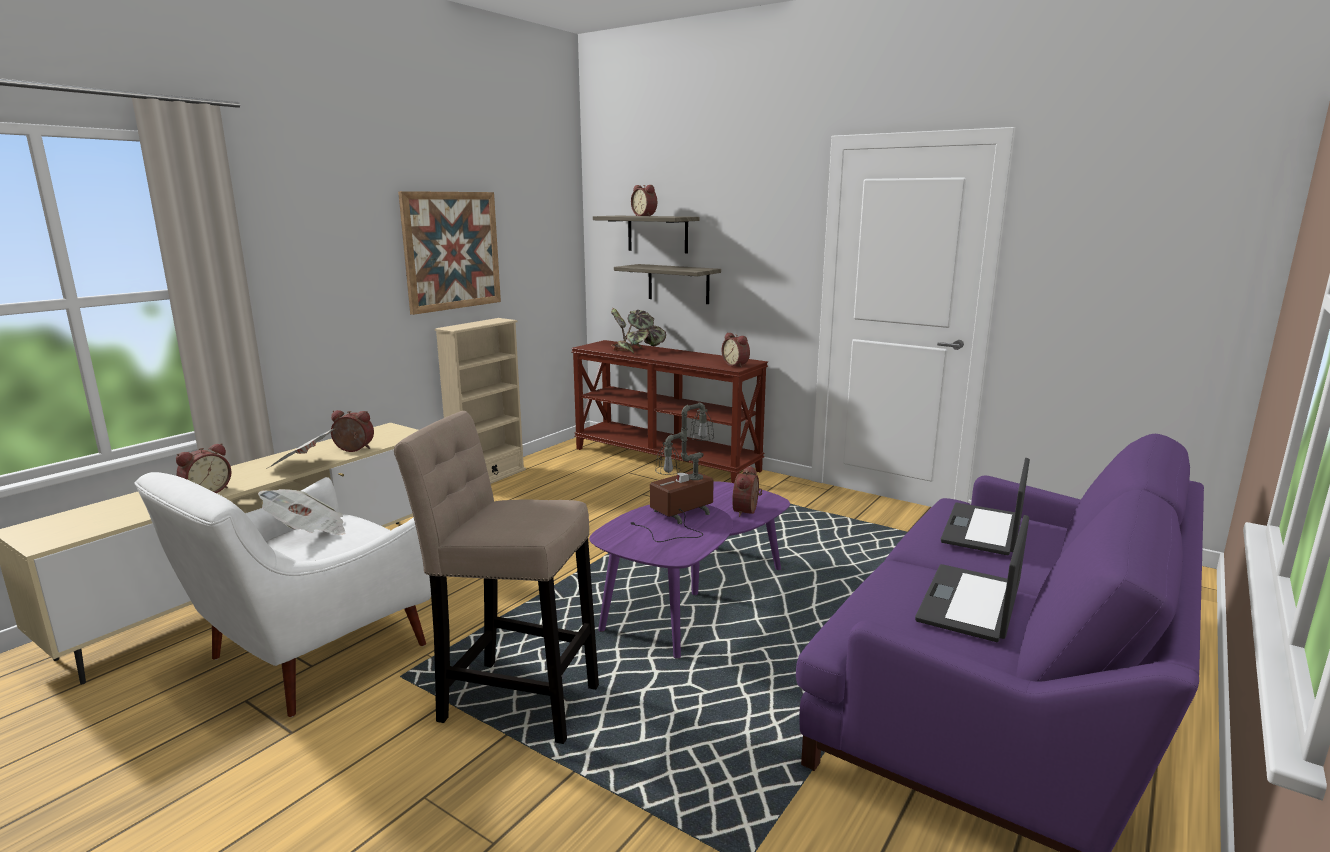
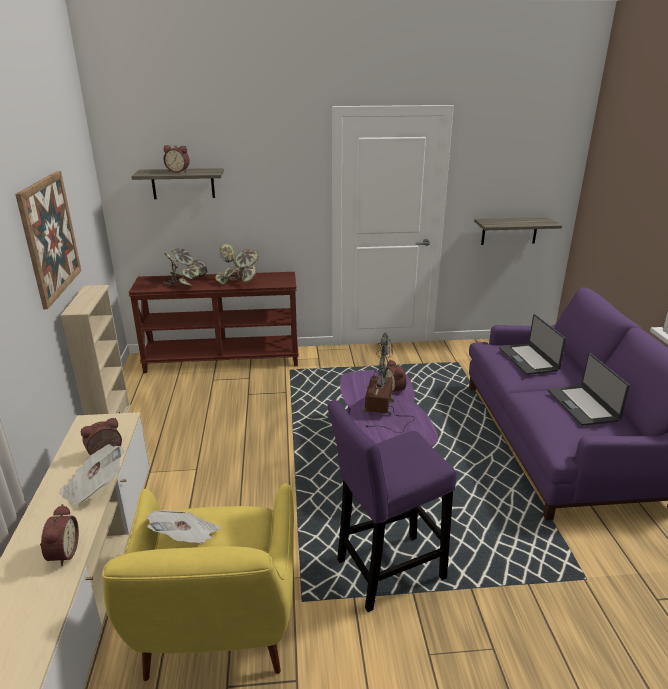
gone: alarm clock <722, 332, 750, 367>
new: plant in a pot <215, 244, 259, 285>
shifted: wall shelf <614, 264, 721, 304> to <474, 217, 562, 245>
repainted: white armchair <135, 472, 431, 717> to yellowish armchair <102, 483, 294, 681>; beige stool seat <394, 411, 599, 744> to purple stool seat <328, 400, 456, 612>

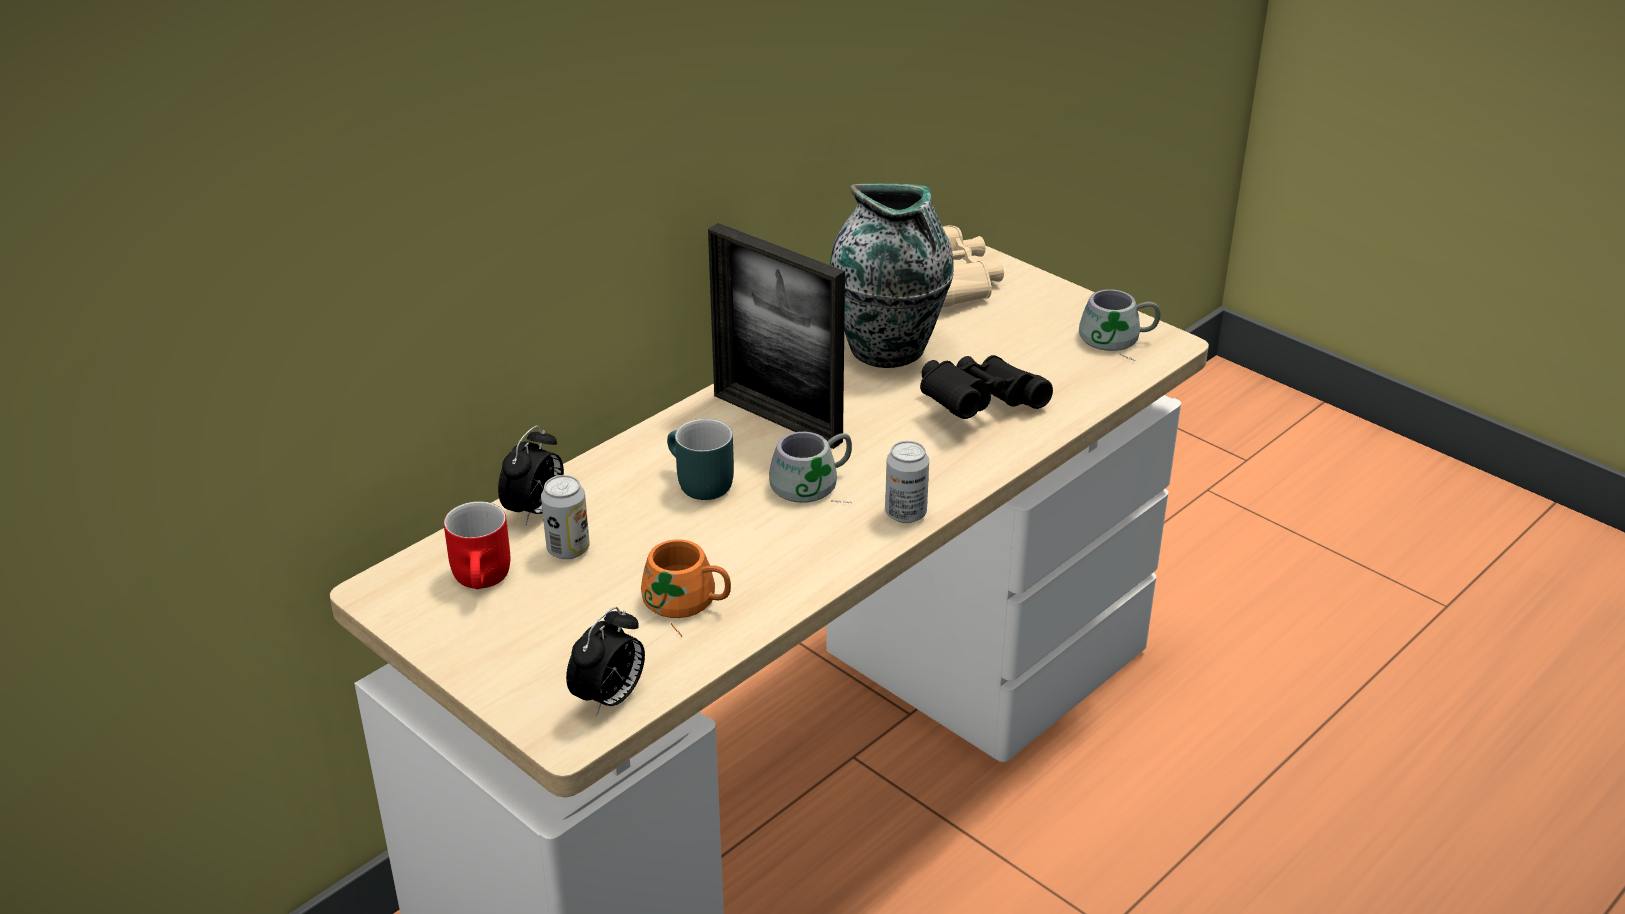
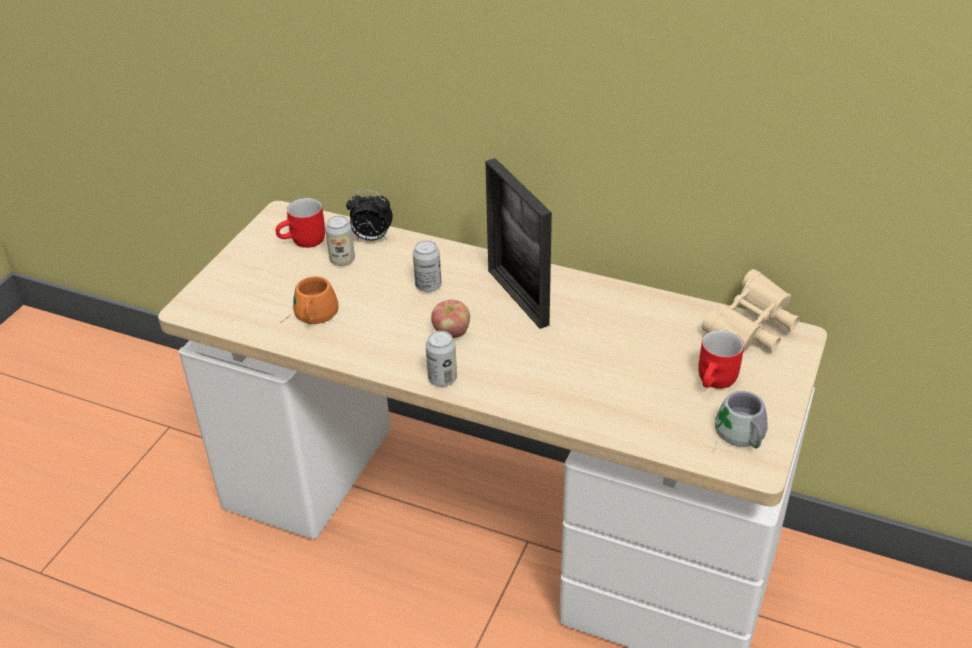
gone: alarm clock <566, 607, 645, 716>; vase <829, 184, 954, 368>; blackish binoculars <920, 355, 1053, 419>
new: red tea mug <698, 330, 744, 389>
swapped: turquoise-coloured tea mug <667, 419, 734, 500> to can <413, 240, 441, 292>; grey tea mug <769, 432, 852, 503> to apple <431, 300, 470, 338>
rotated: photo frame <708, 223, 845, 449> = <486, 158, 552, 329> 45 degrees counterclockwise

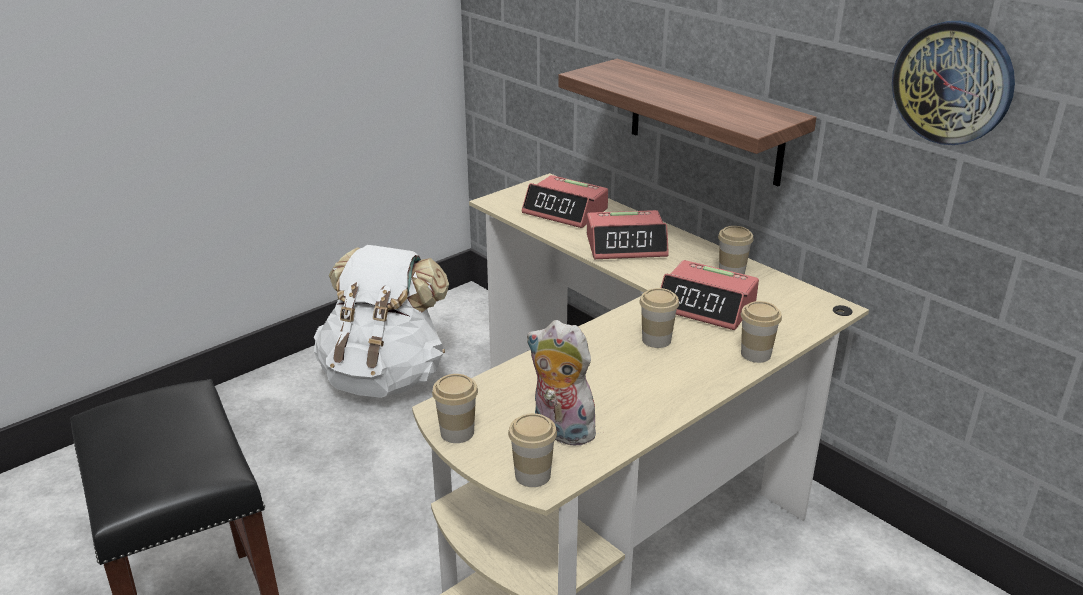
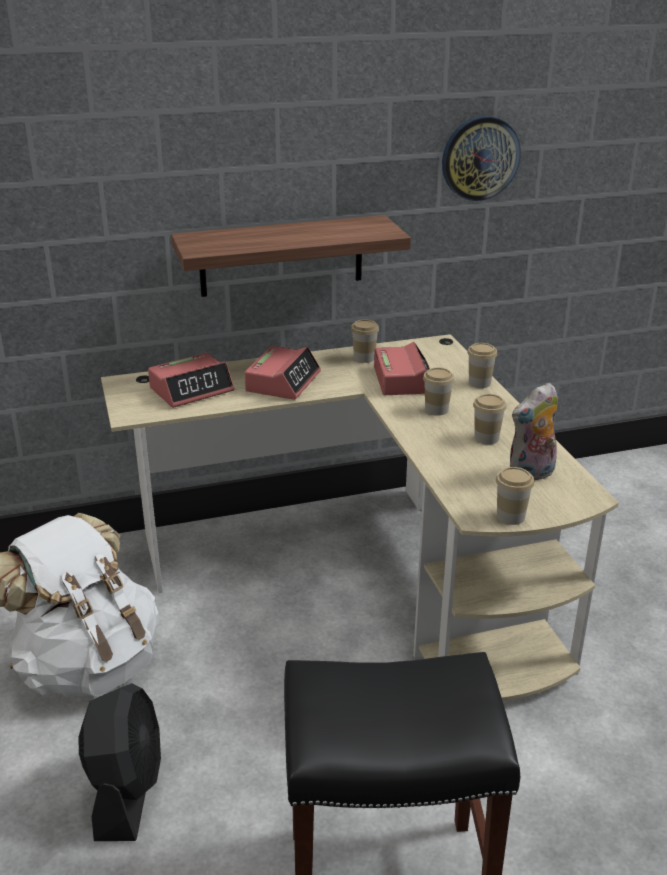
new: blackish cooling fan <78, 683, 161, 841>
shifted: small cup <508, 413, 557, 487> to <473, 394, 507, 444>
rotated: alarm clock <661, 260, 759, 330> = <374, 342, 430, 395> 60 degrees counterclockwise

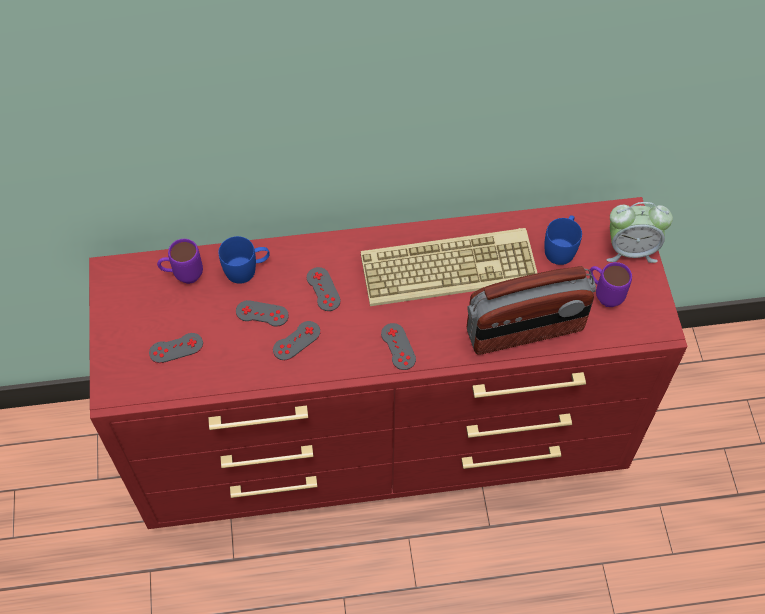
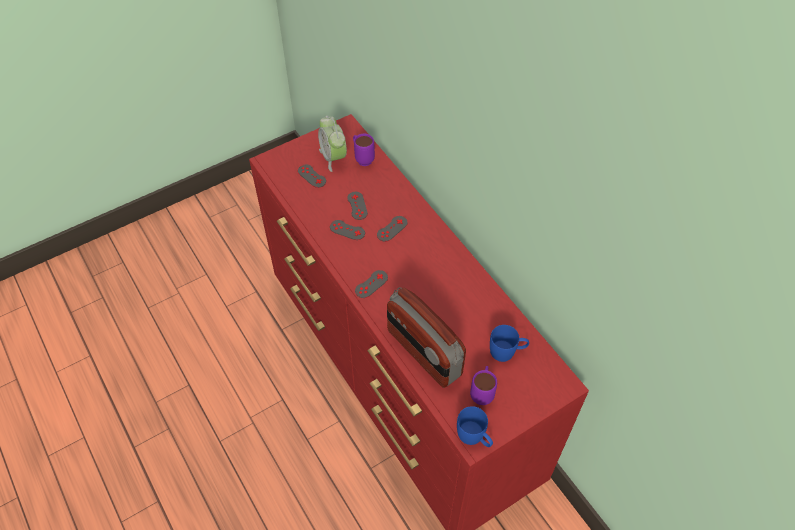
gone: computer keyboard <361, 228, 537, 306>
shifted: alarm clock <607, 202, 673, 263> to <318, 116, 347, 172>; blue tea mug <219, 236, 270, 284> to <457, 406, 493, 447>

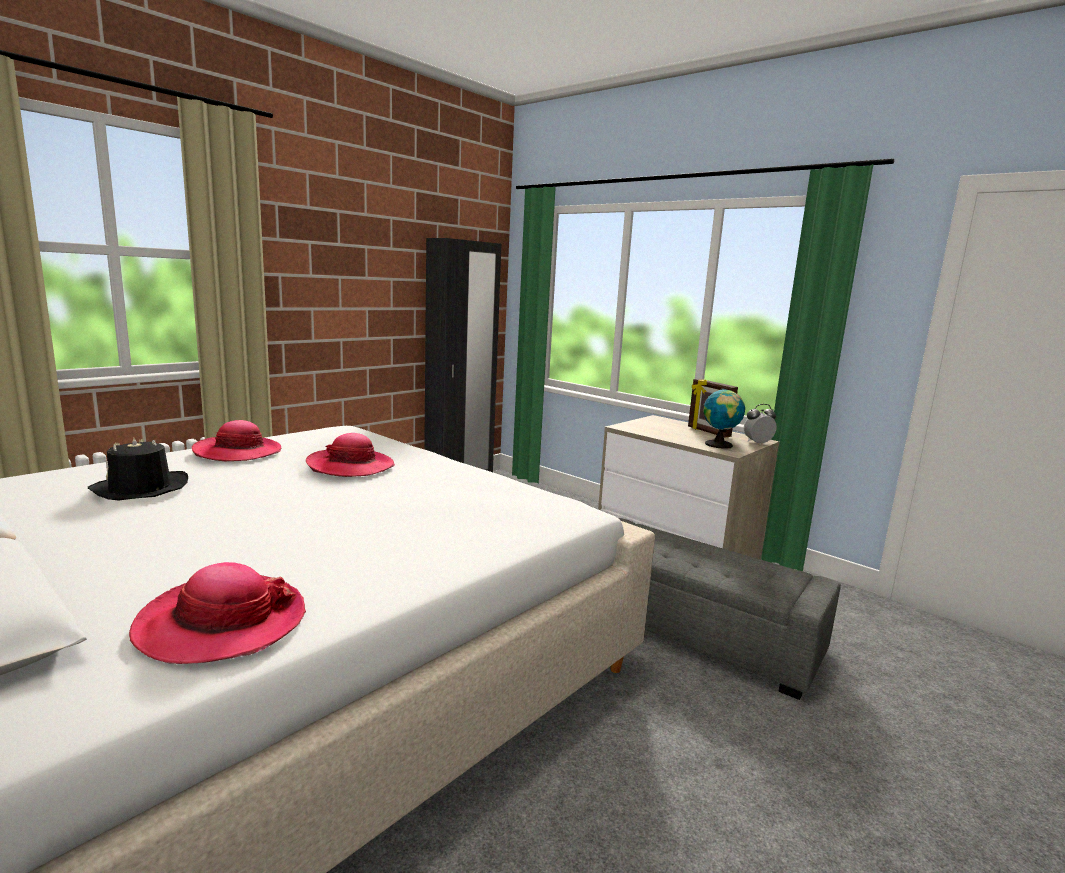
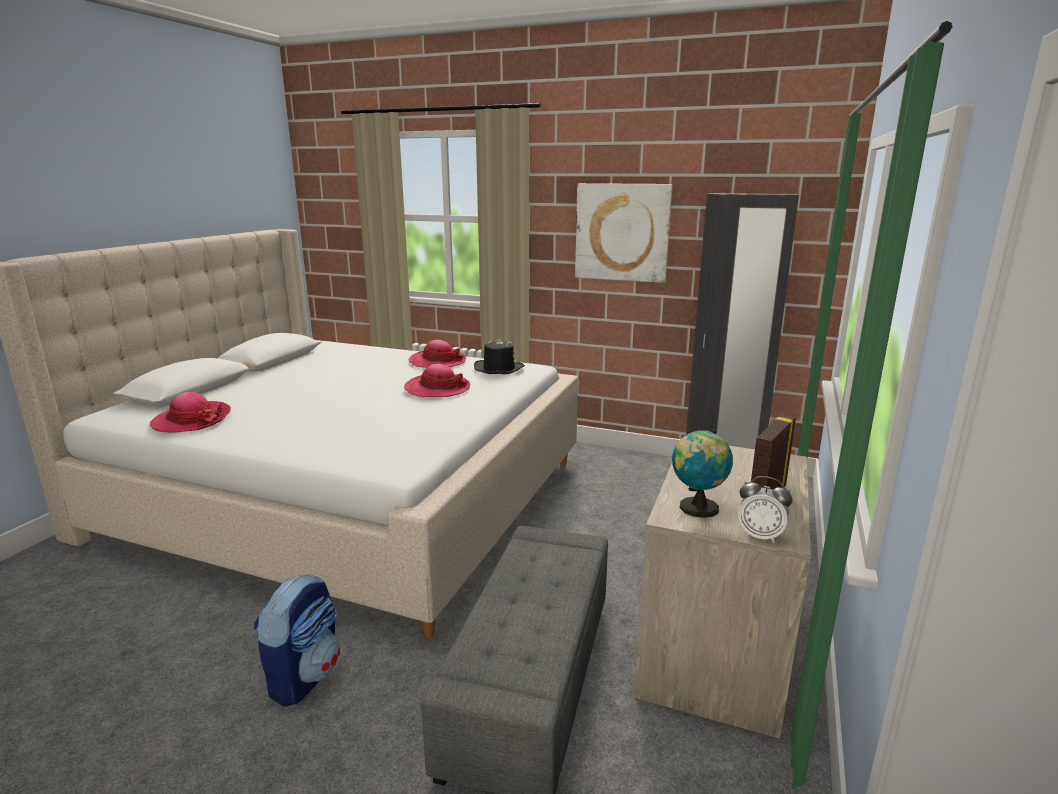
new: knapsack <254, 574, 340, 707>; wall art <575, 183, 672, 283>
shifted: blackish hat <88, 438, 188, 501> to <474, 339, 525, 374>
rotated: alarm clock <744, 404, 777, 444> = <738, 476, 793, 543> 150 degrees clockwise

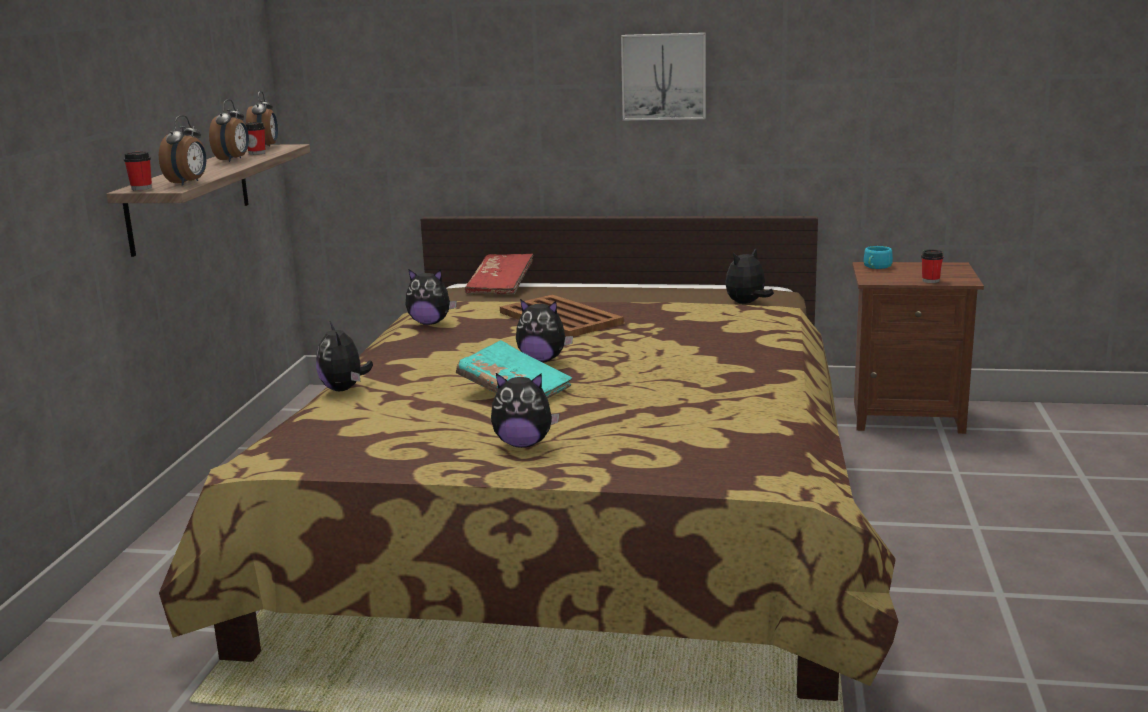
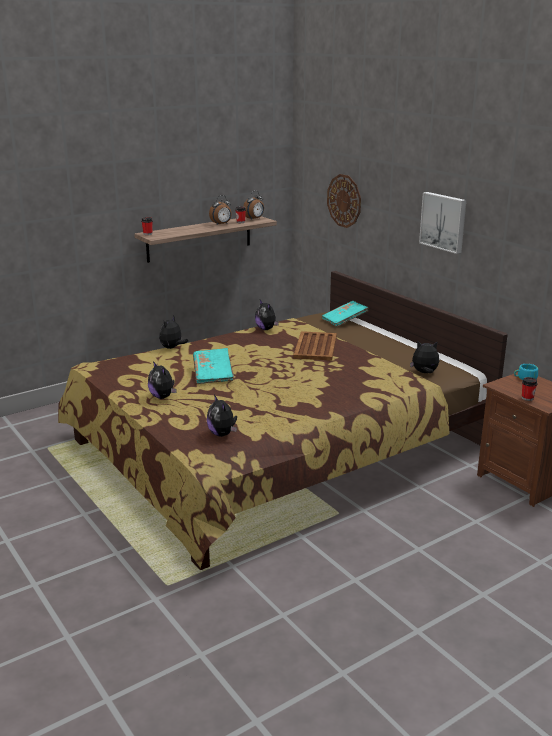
gone: alarm clock <159, 115, 206, 186>
new: hanging clock <327, 174, 361, 228>
shifted: cuddly toy <516, 299, 573, 362> to <207, 395, 237, 437>
repainted: red bound book <465, 254, 533, 294> to turquoise-coloured bound book <322, 301, 368, 327>

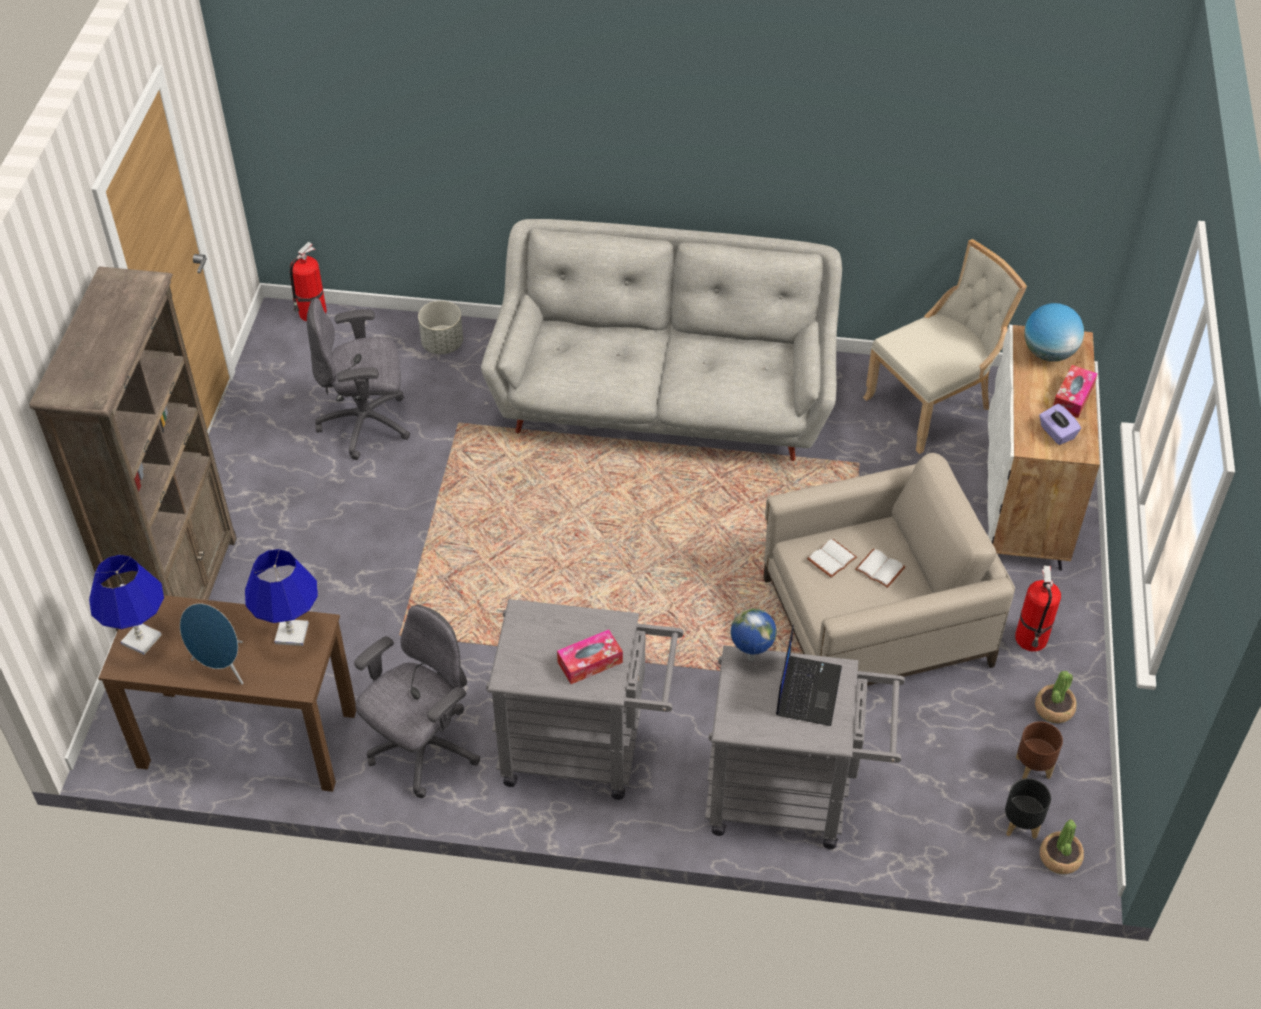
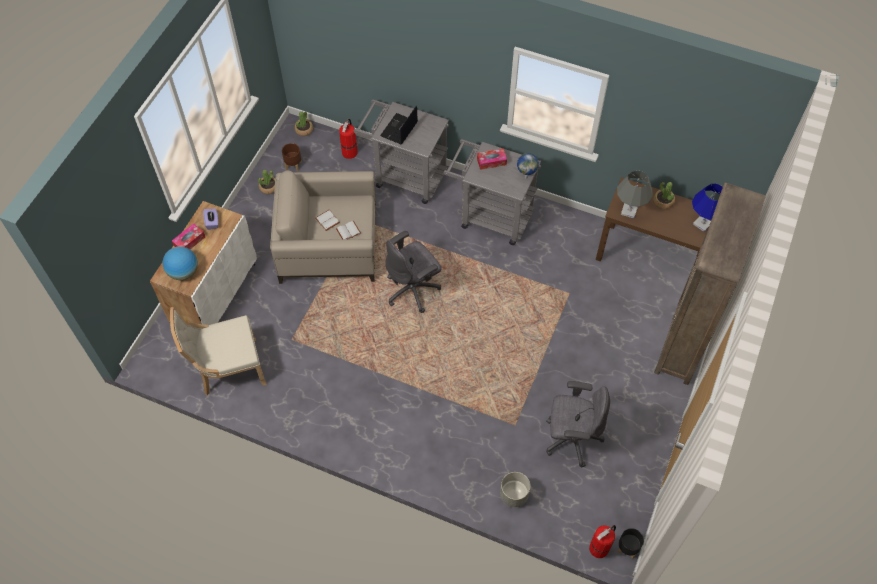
gone: grey couch <481, 219, 842, 461>
shifted: extinguisher <1015, 566, 1061, 652> to <339, 119, 358, 159>; grey office chair <354, 605, 480, 798> to <385, 231, 442, 313>; world globe <730, 608, 777, 661> to <517, 153, 539, 179>; blackish plant pot <1005, 778, 1051, 839> to <618, 528, 644, 559>
swapped: blue audio speaker <180, 603, 243, 685> to plant in a pot <653, 182, 675, 209>
repainted: blue tabletop lamp <245, 549, 318, 646> to grey tabletop lamp <617, 171, 653, 218>

